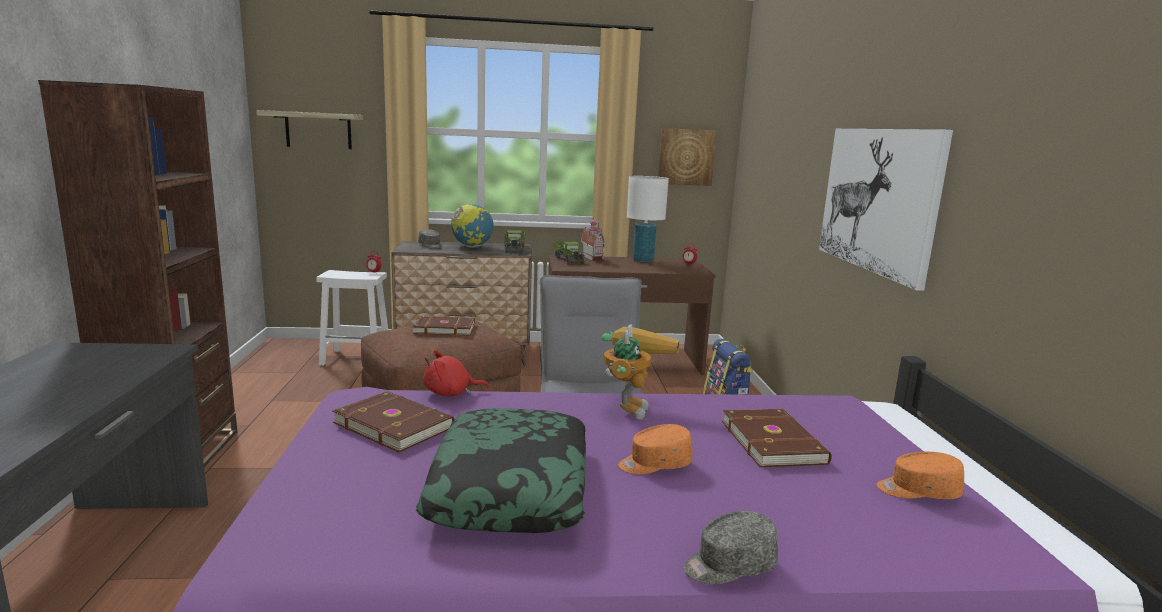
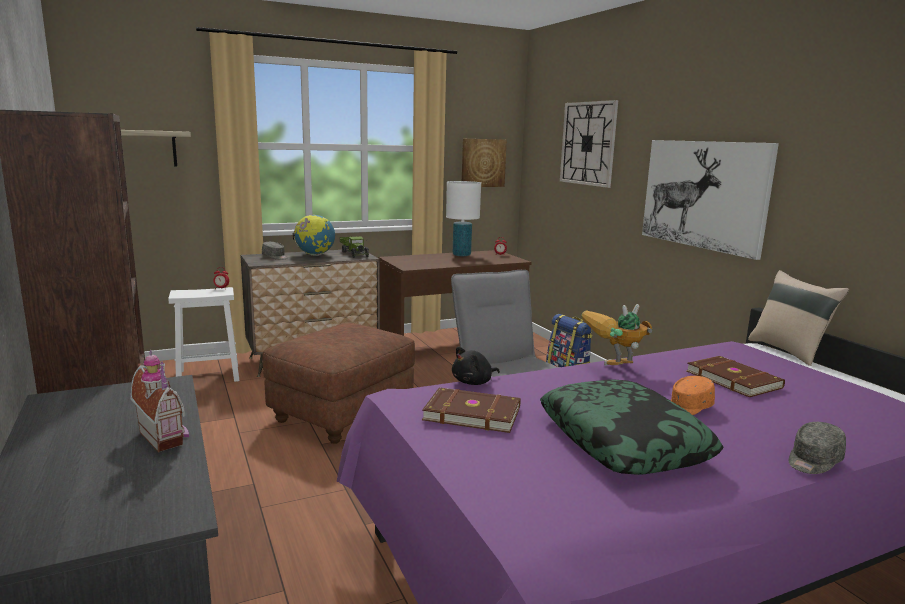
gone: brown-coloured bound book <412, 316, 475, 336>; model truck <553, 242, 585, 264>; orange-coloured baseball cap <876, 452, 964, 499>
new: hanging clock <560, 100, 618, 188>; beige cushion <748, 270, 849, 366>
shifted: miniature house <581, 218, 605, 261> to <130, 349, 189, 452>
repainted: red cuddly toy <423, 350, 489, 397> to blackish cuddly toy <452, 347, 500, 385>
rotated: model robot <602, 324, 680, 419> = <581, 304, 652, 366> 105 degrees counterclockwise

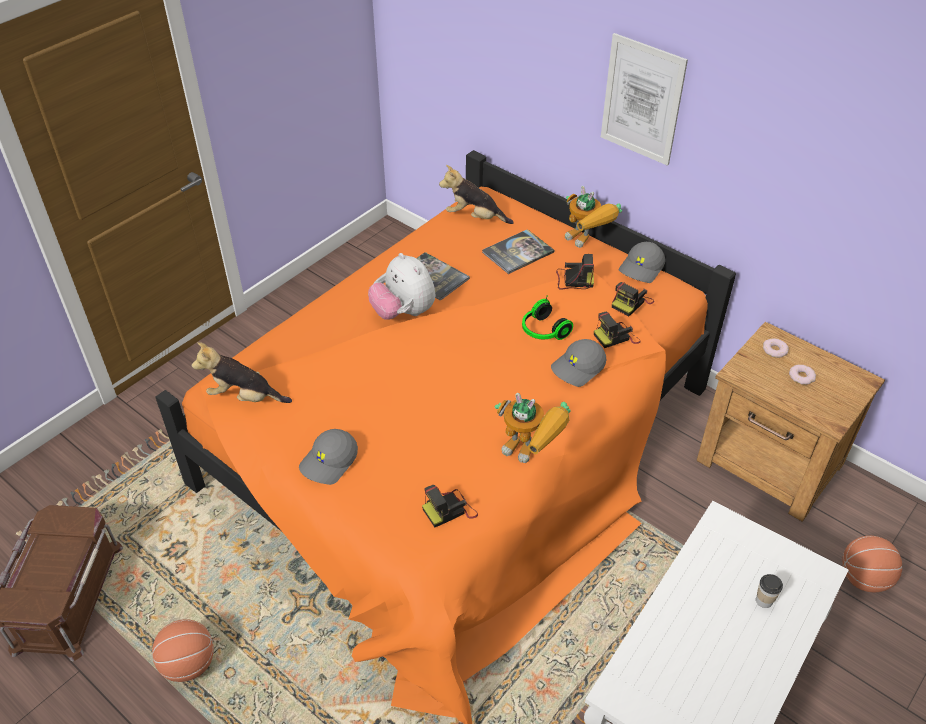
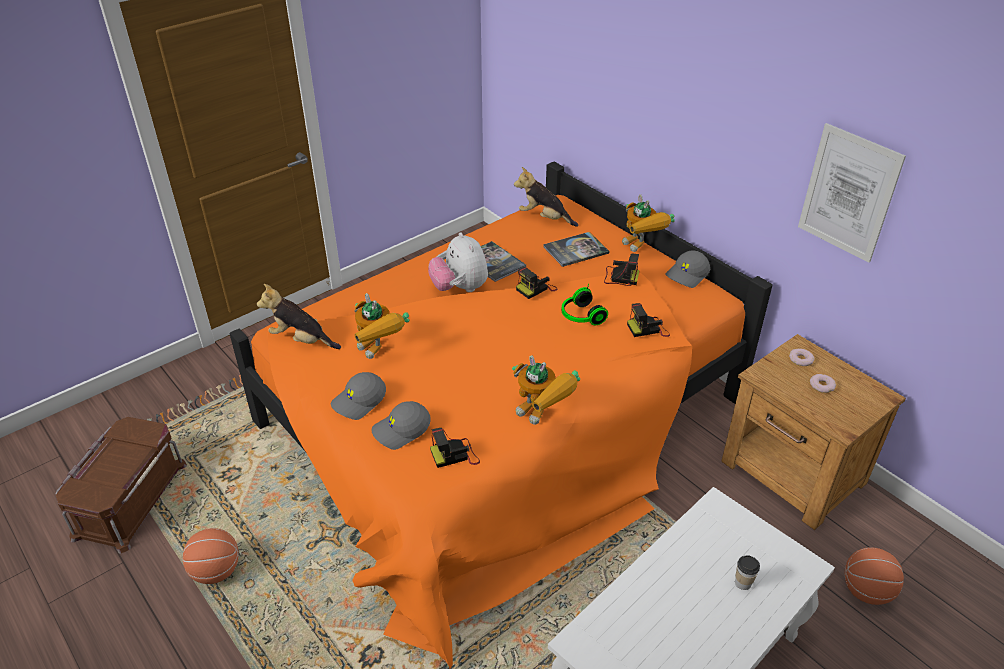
new: model robot <354, 293, 409, 359>
shifted: grey baseball cap <551, 339, 607, 387> to <372, 401, 431, 450>; photo camera <612, 282, 654, 316> to <516, 267, 557, 299>; wall art <601, 33, 688, 166> to <798, 123, 906, 263>

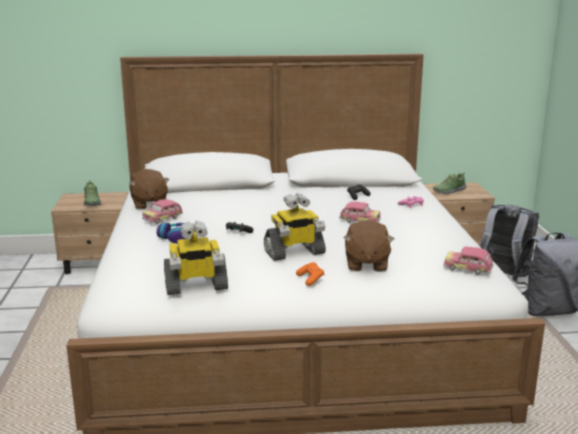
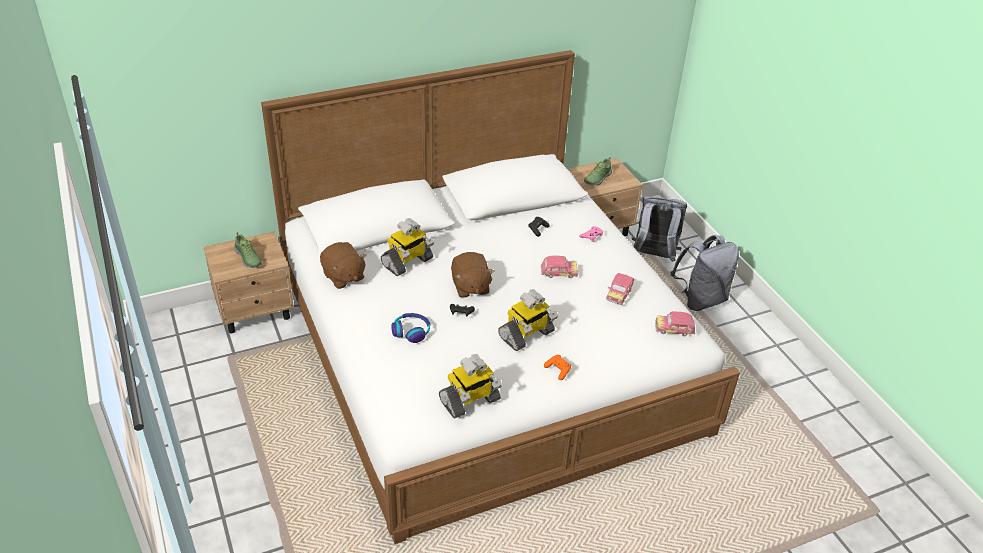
new: model robot <381, 218, 434, 276>
shifted: brown-coloured cuddly toy <344, 220, 394, 272> to <451, 252, 494, 298>; miniature car <142, 199, 183, 224> to <606, 273, 634, 305>

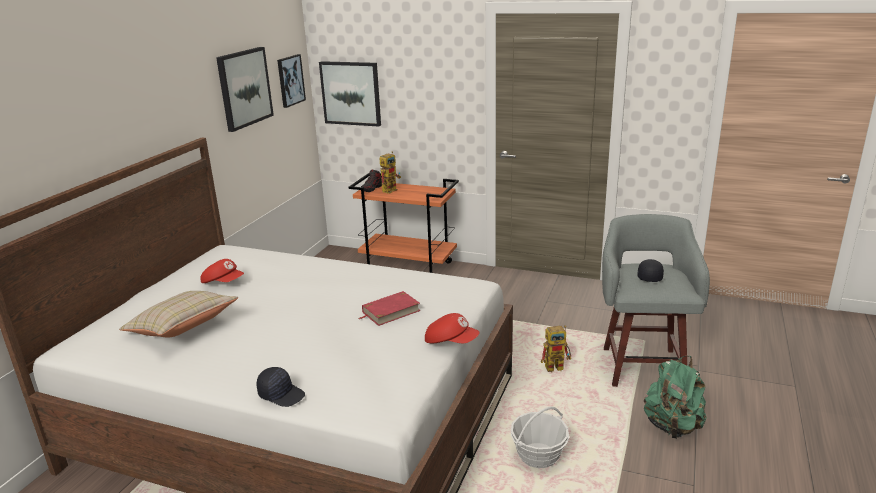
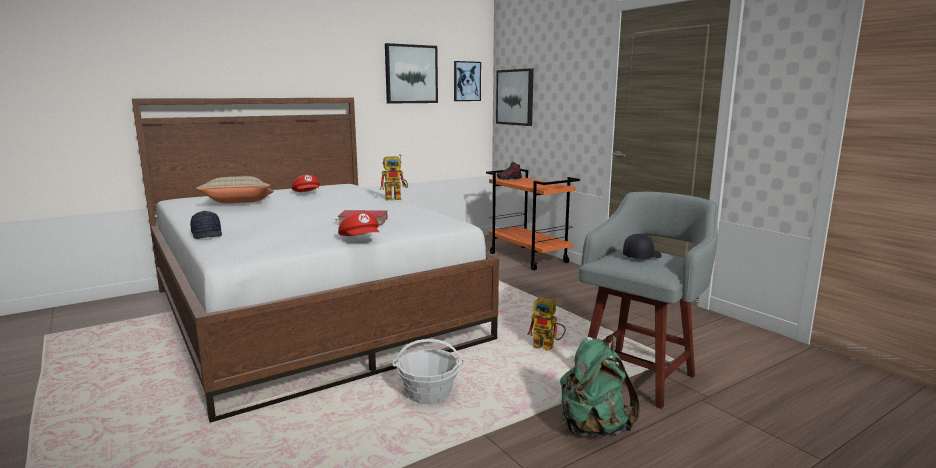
shifted: model robot <379, 151, 401, 194> to <380, 154, 408, 200>

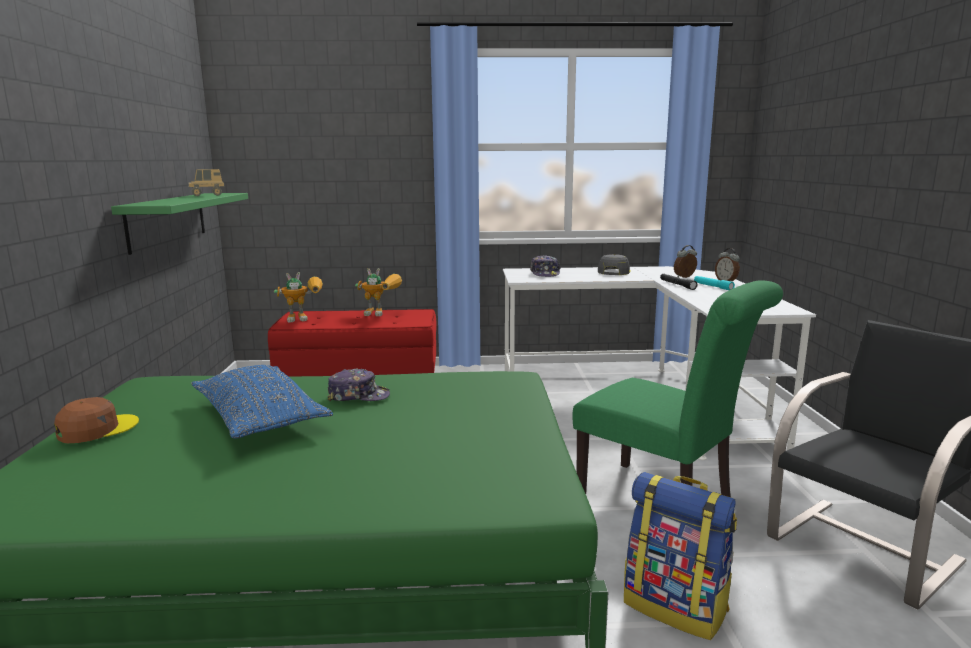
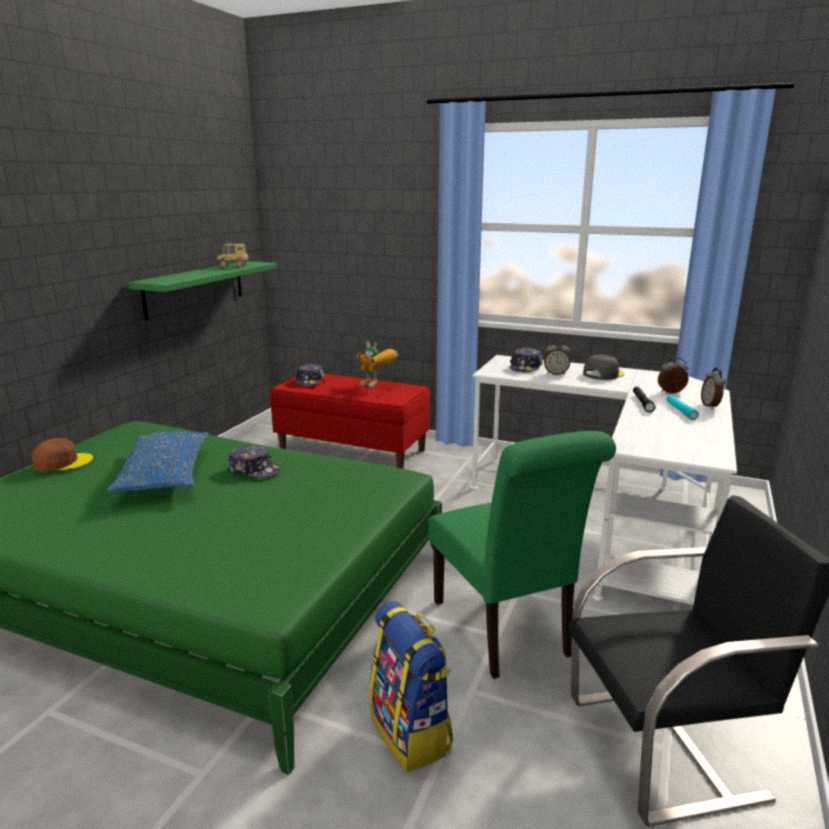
new: alarm clock <544, 340, 570, 375>
swapped: model robot <274, 272, 323, 322> to baseball cap <296, 364, 324, 386>

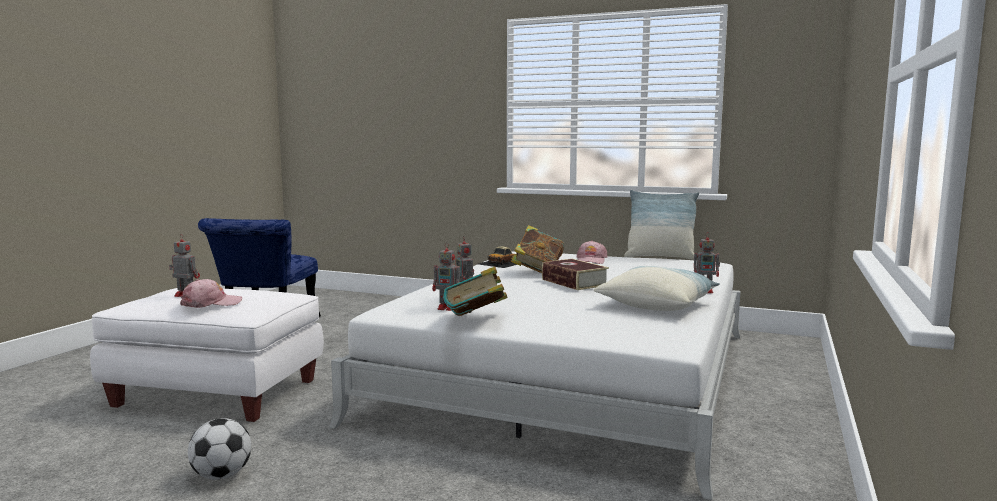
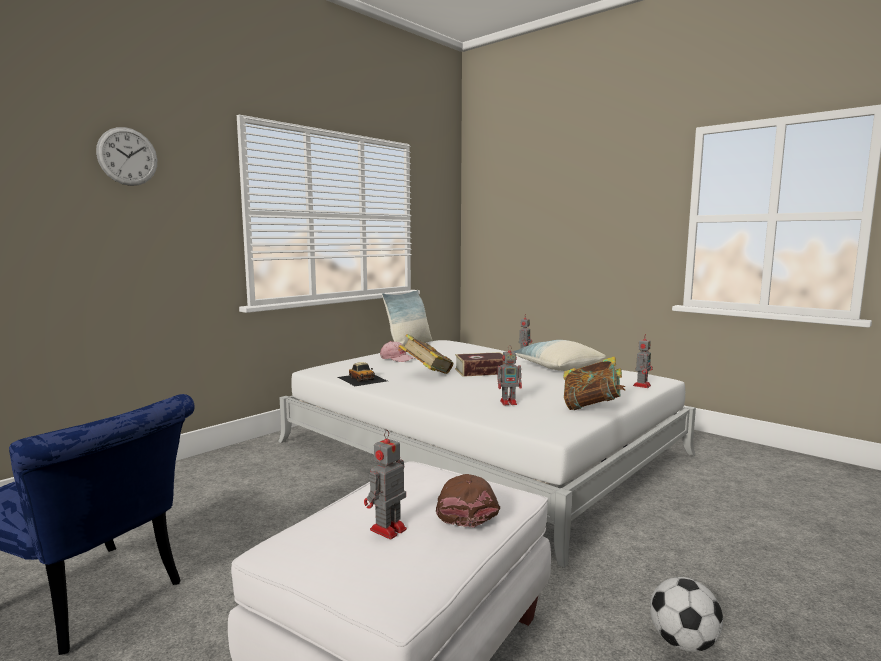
new: hanging clock <96, 127, 157, 186>
shifted: model robot <432, 243, 463, 311> to <633, 334, 653, 388>
repainted: pink baseball cap <180, 279, 242, 308> to brown-coloured baseball cap <436, 474, 500, 528>

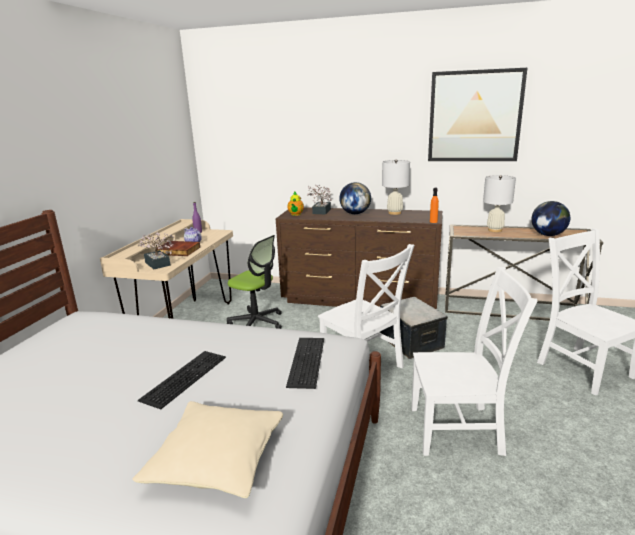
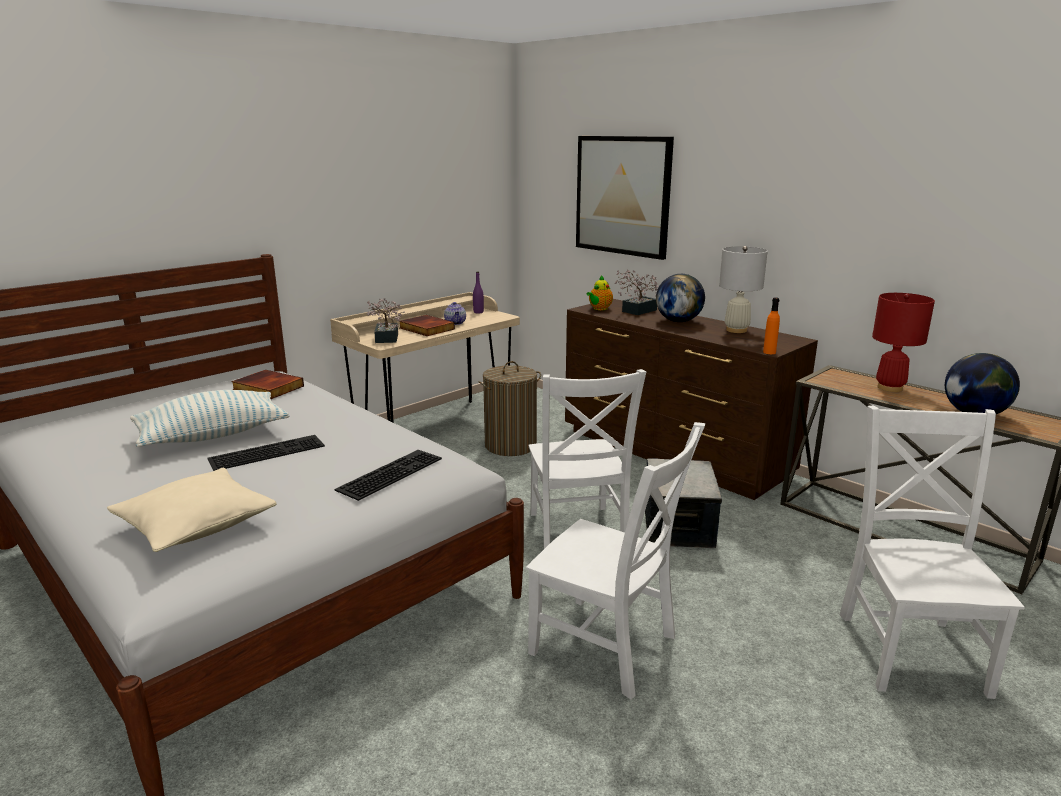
new: cushion <130, 390, 289, 447>; bound book <231, 370, 304, 399>
shifted: wall art <428, 68, 527, 161> to <576, 136, 674, 260>
swapped: office chair <227, 235, 282, 329> to laundry basket <479, 361, 541, 456>
repainted: white tabletop lamp <483, 175, 516, 232> to red tabletop lamp <872, 293, 935, 392>

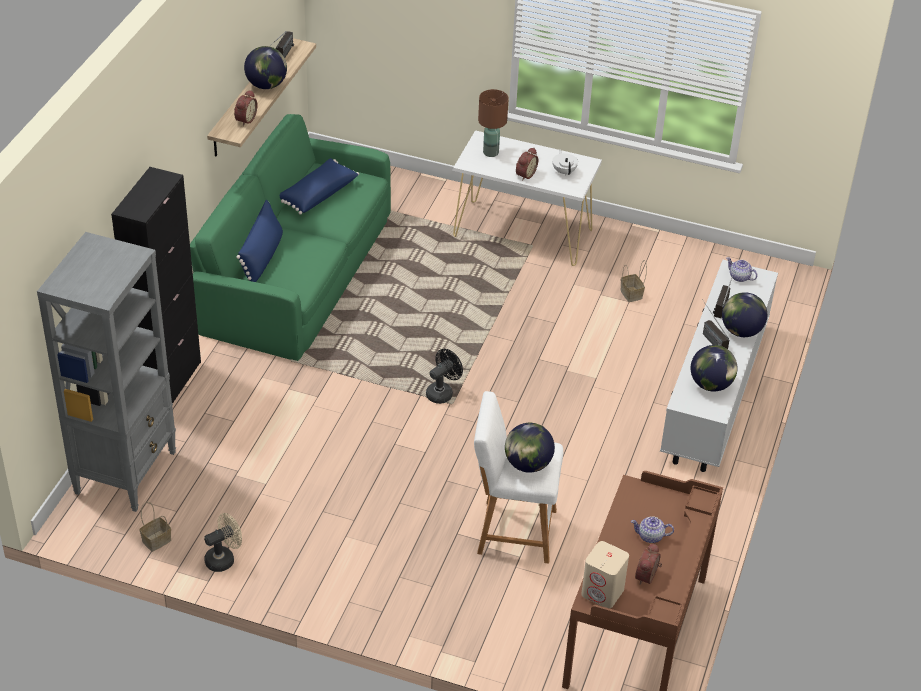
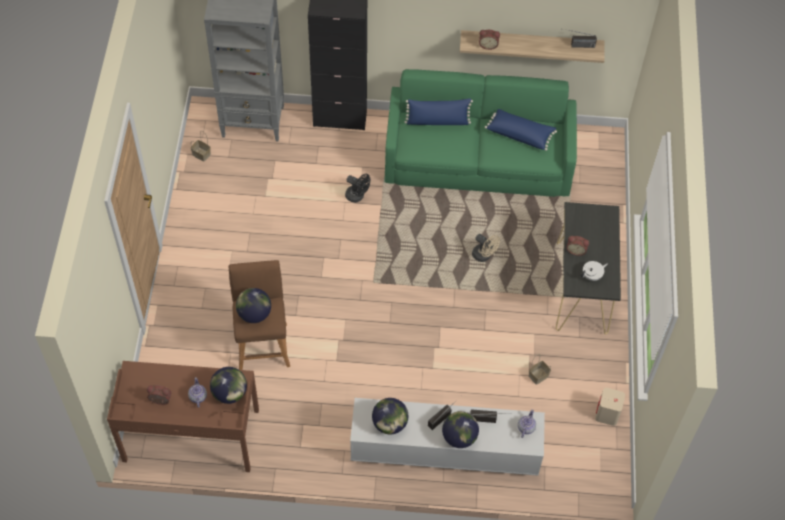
gone: brown-coloured tabletop lamp <478, 89, 509, 157>
shifted: world globe <244, 46, 287, 89> to <210, 367, 247, 404>; blackish cooling fan <426, 349, 463, 404> to <345, 174, 370, 203>; beige cooling fan <204, 513, 242, 572> to <472, 234, 500, 262>; beige audio speaker <581, 541, 629, 608> to <595, 388, 625, 426>
repainted: white stool seat <474, 391, 563, 564> to brown-coloured stool seat <229, 260, 290, 370>; white console table <453, 130, 602, 266> to blackish console table <556, 202, 621, 335>

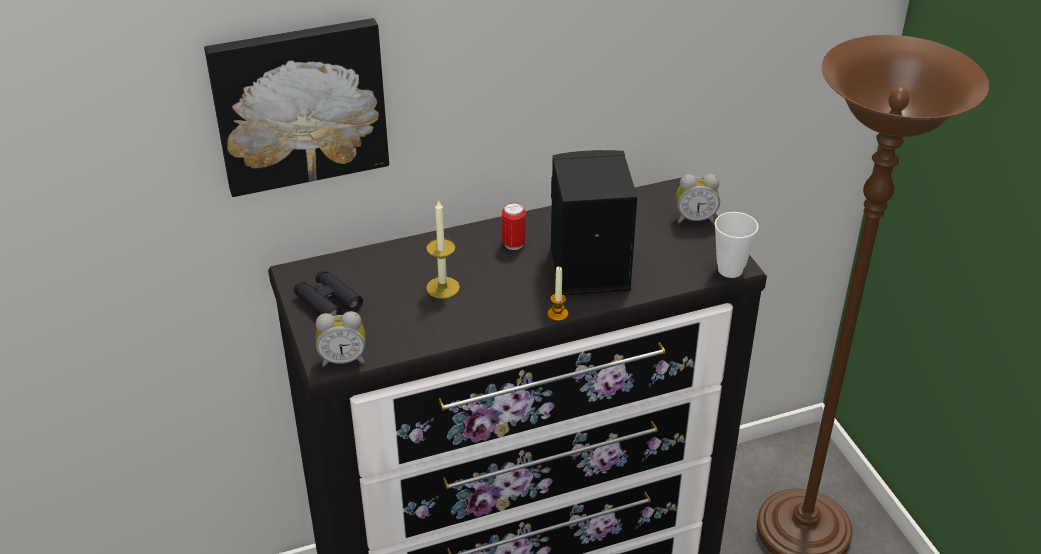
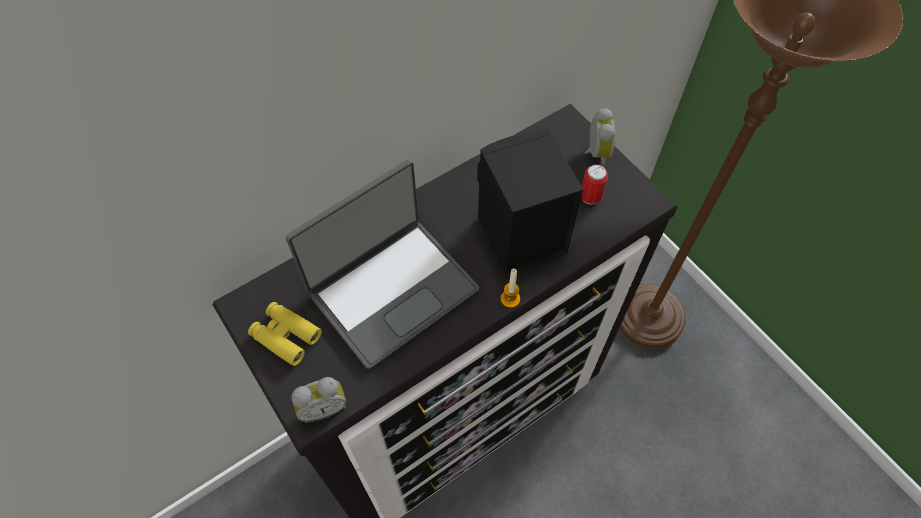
gone: wall art <204, 18, 389, 197>; small cup <715, 212, 759, 278>
shifted: can <502, 203, 526, 250> to <581, 164, 608, 205>
swapped: wax candle <426, 199, 460, 299> to portable computer <286, 160, 479, 369>
repainted: blackish binoculars <294, 270, 363, 316> to yellowish binoculars <248, 302, 322, 366>
rotated: alarm clock <676, 174, 720, 223> = <584, 108, 615, 166> 75 degrees counterclockwise

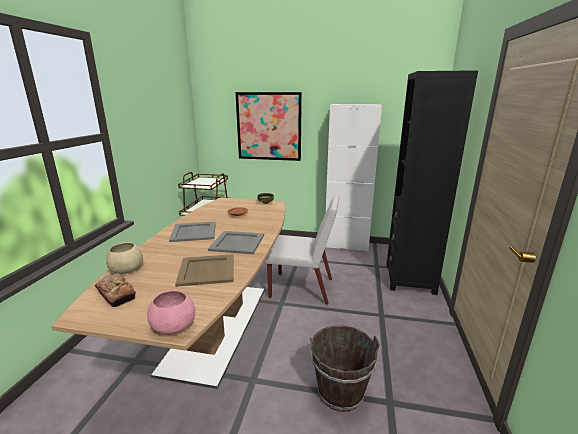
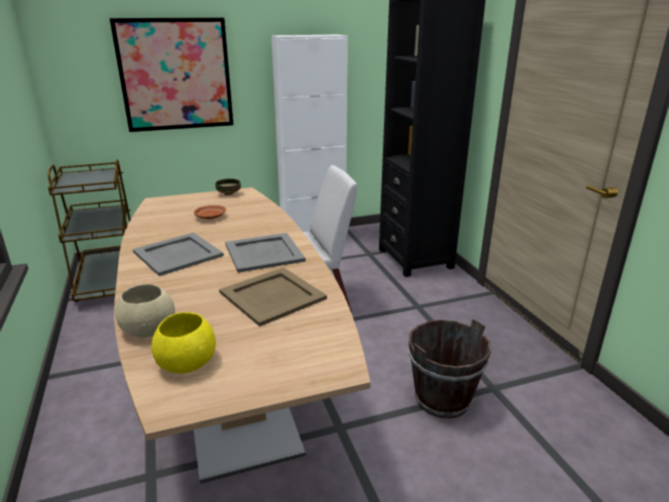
gone: pink deep dish <147, 290, 195, 335>
swapped: baked bread <95, 274, 136, 307> to yellowish deep dish <151, 312, 216, 374>

